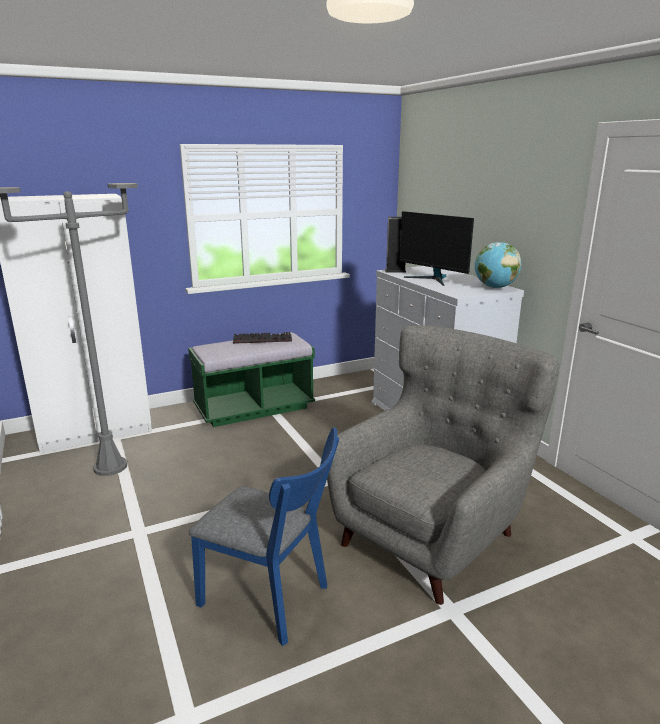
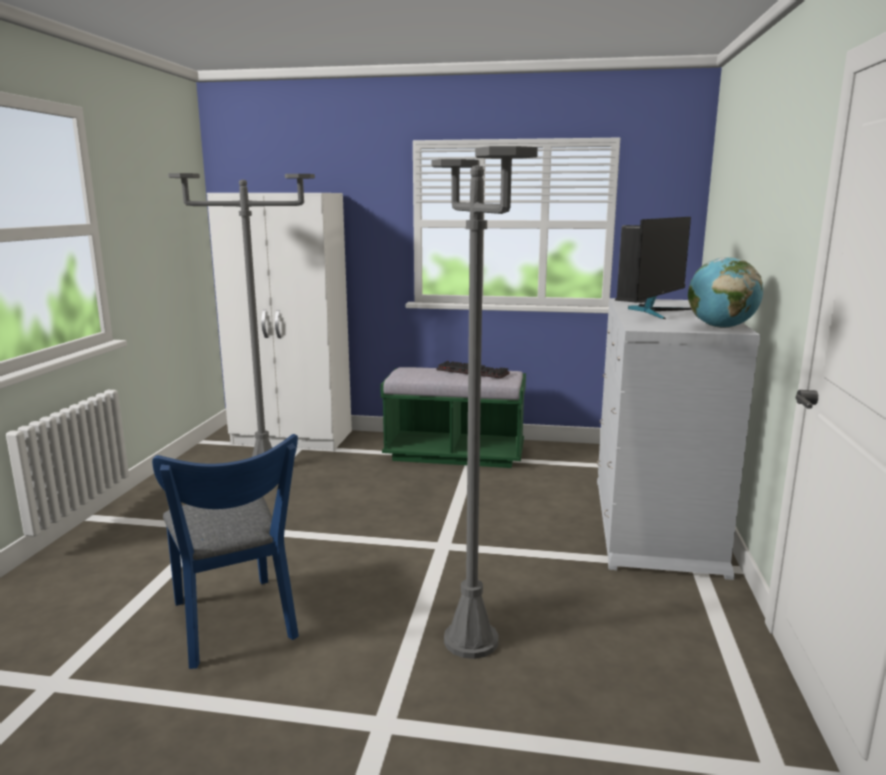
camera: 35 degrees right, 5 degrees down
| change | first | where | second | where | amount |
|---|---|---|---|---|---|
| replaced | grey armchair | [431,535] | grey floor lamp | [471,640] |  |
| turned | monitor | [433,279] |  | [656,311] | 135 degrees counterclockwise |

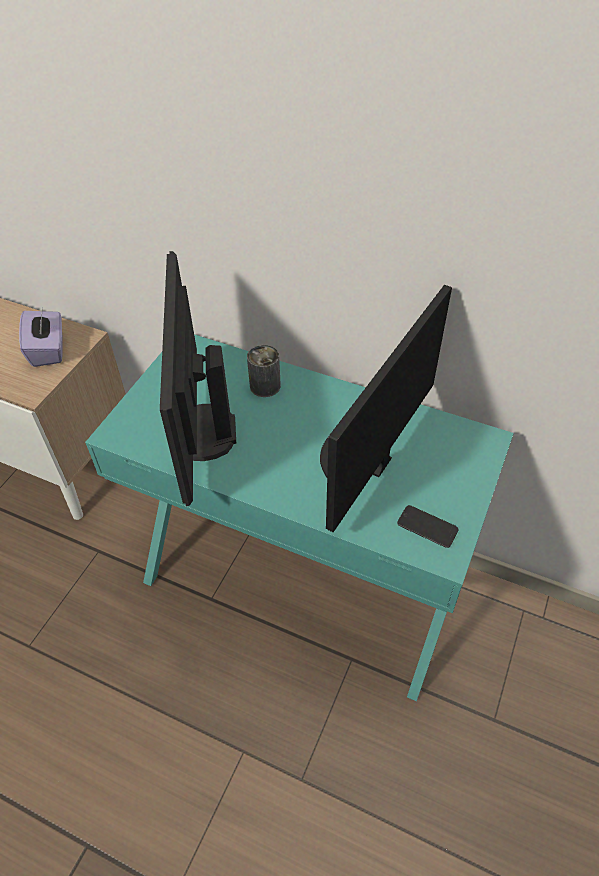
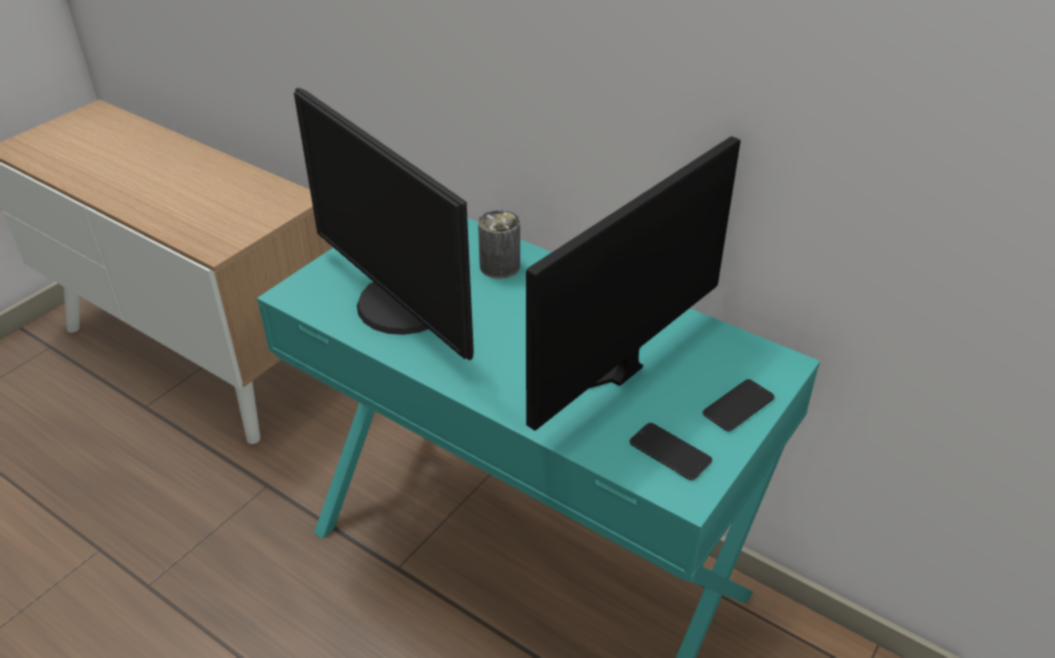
camera: 10 degrees right, 10 degrees down
| change | first | where | second | where | amount |
|---|---|---|---|---|---|
| removed | purple tissue box | [48,350] |  |  |  |
| added |  |  | phone | [738,406] |  |
| turned | monitor | [199,433] |  | [400,306] | 45 degrees counterclockwise |

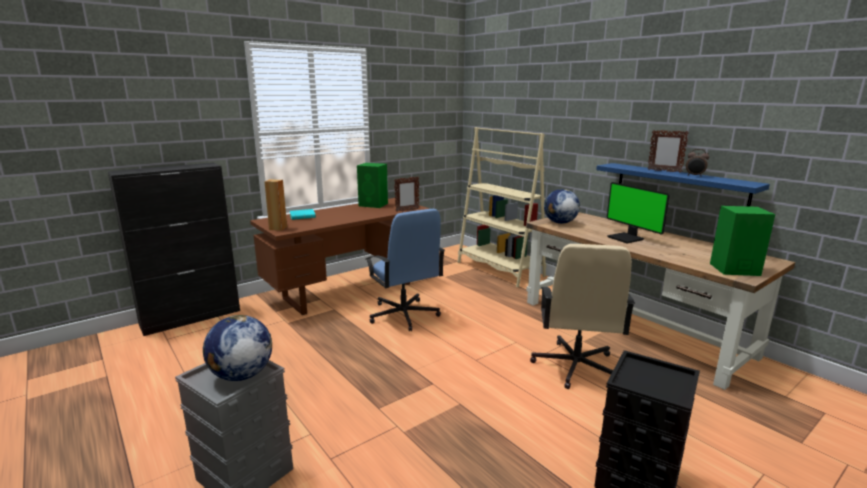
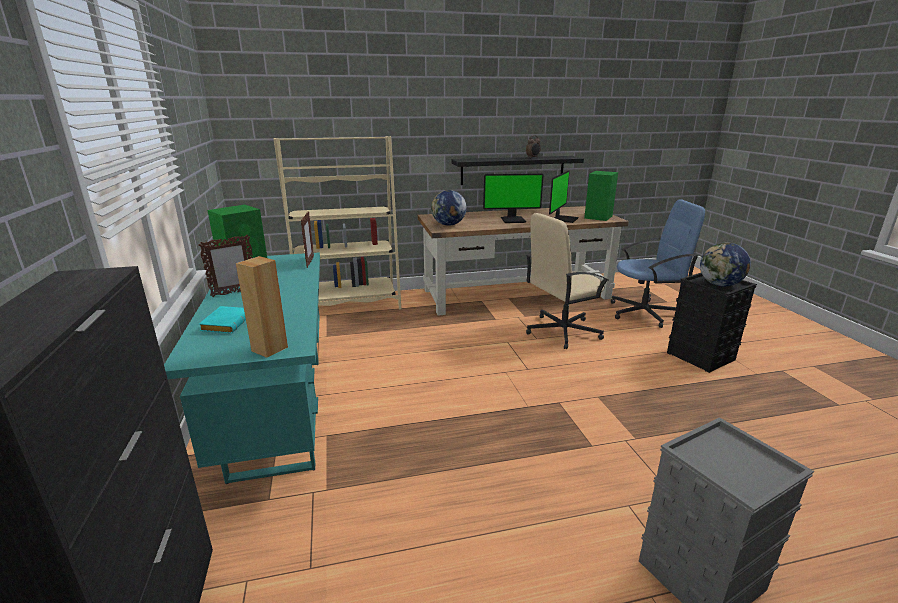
camera: 65 degrees left, 5 degrees up
| change | first | where | second | where | amount |
|---|---|---|---|---|---|
| added |  |  | monitor | [563,219] |  |
| moved | globe | [241,375] |  | [720,285] |  |
| moved | blue office chair | [403,315] |  | [644,313] |  |
| moved | picture frame | [664,171] |  | [234,292] |  |
| recoloured | brown desk | [348,290] | turquoise desk | [279,411] |  |
| recoloured | blue shelf | [679,187] | black shelf | [513,170] |  |
| turned | beige office chair | [575,366] |  | [561,331] | 120 degrees clockwise |

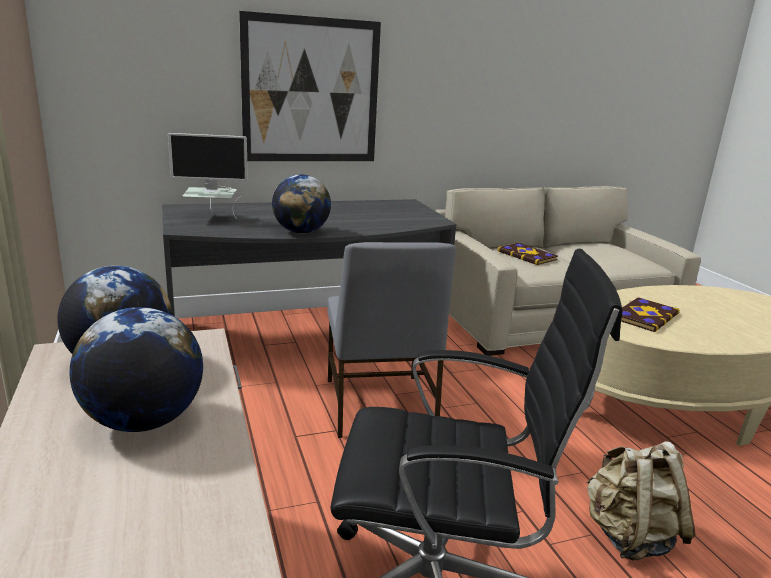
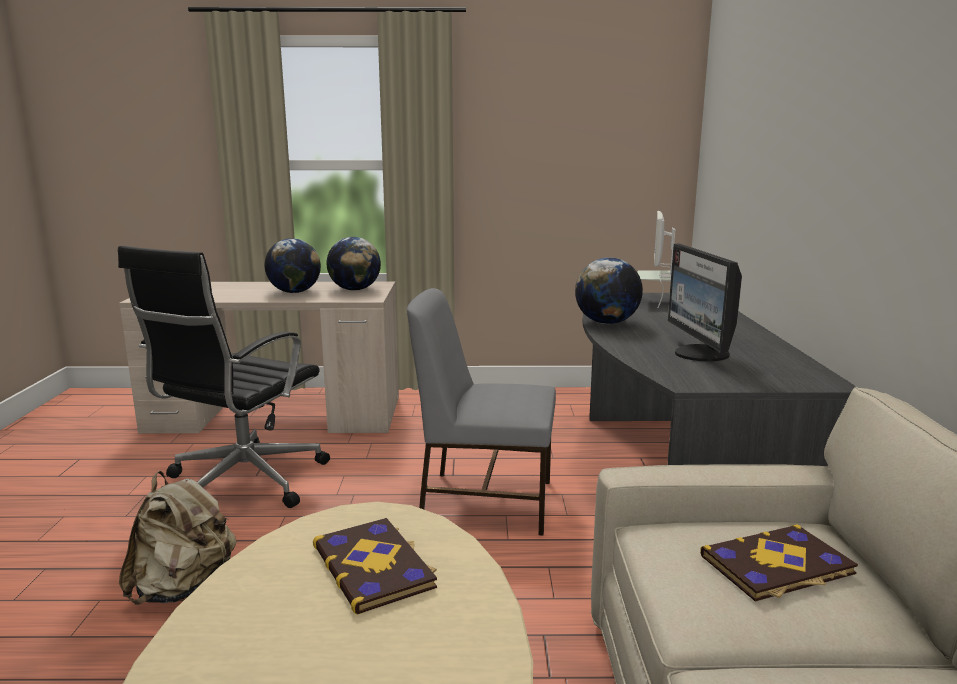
camera: 110 degrees right, 5 degrees down
| change | first | where | second | where | amount |
|---|---|---|---|---|---|
| removed | picture | [311,91] |  |  |  |
| added |  |  | monitor | [700,354] |  |

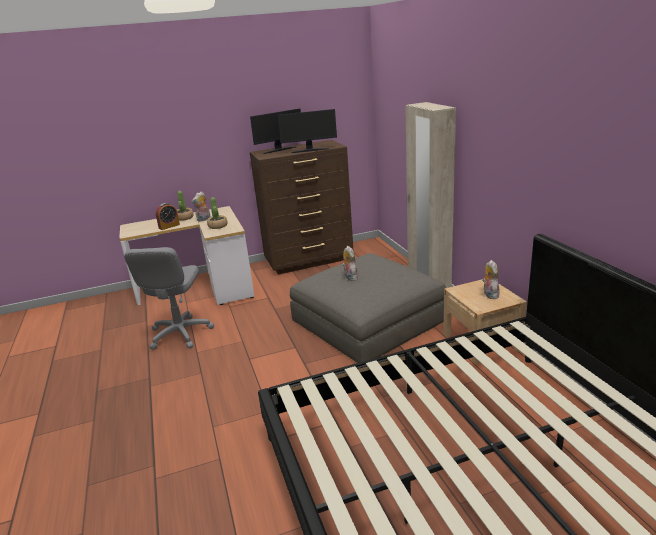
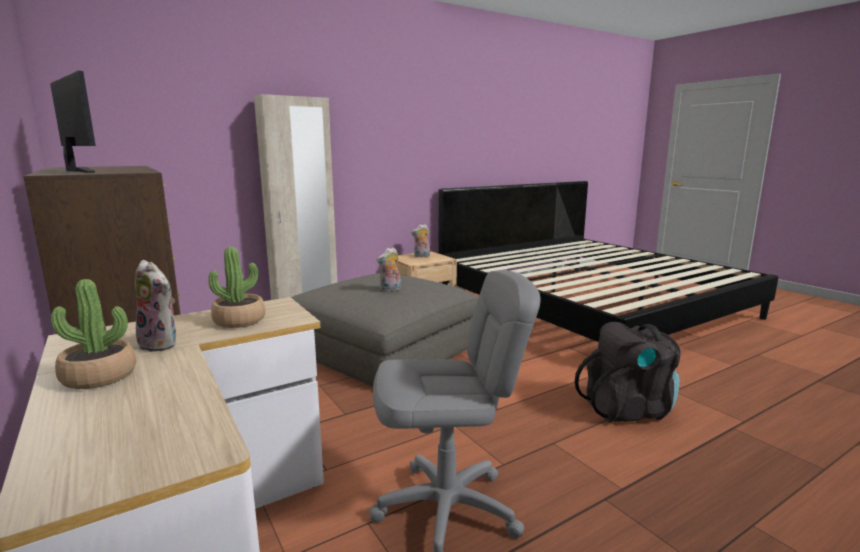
camera: 105 degrees left, 10 degrees down
| change | first | where | second | where | amount |
|---|---|---|---|---|---|
| removed | alarm clock | [169,226] |  |  |  |
| removed | monitor | [309,150] |  |  |  |
| added |  |  | black backpack | [628,409] |  |

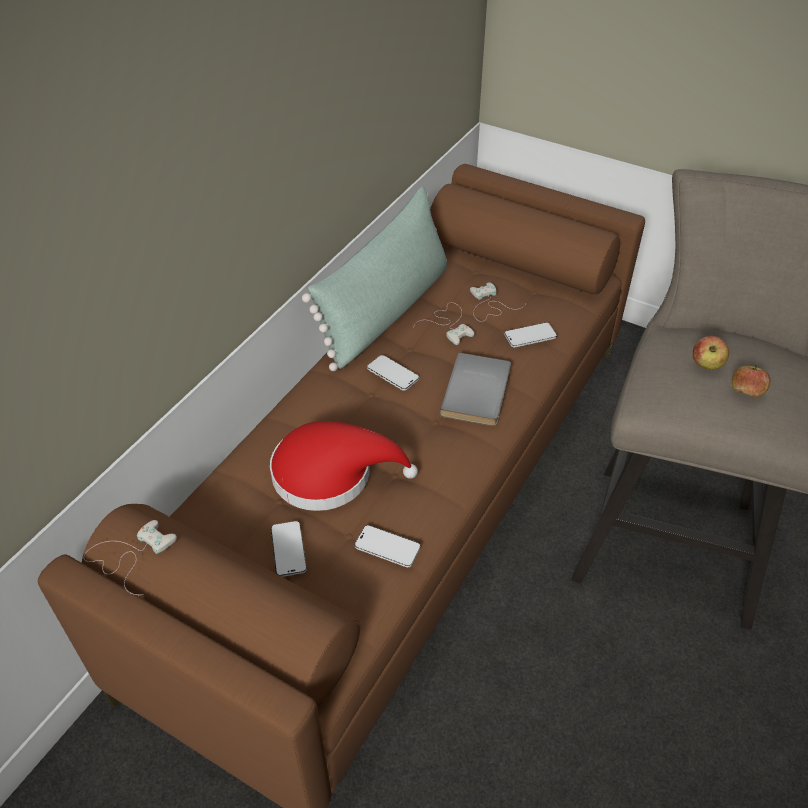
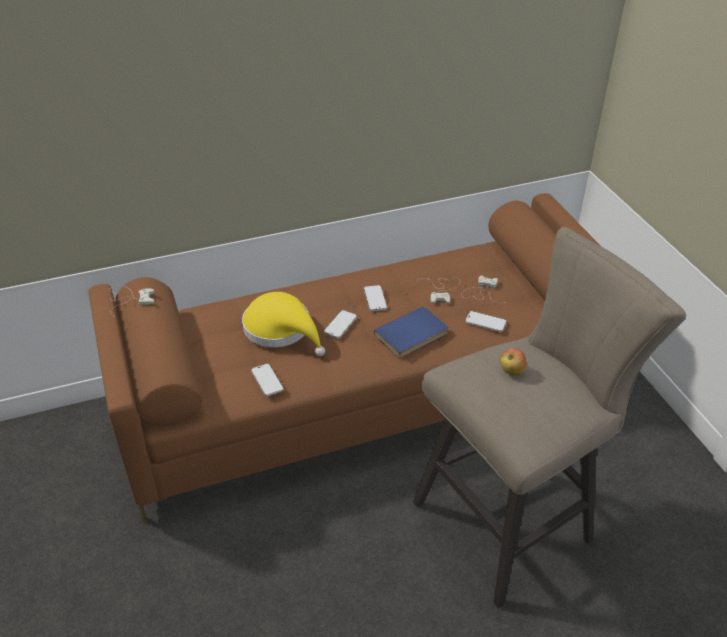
camera: 40 degrees right, 5 degrees down
| change | first | where | second | where | amount |
|---|---|---|---|---|---|
| removed | green pillow | [386,311] |  |  |  |
| removed | apple | [746,393] |  |  |  |
| moved | phone | [288,550] |  | [340,325] |  |
| recoloured | red hat | [331,473] | yellow hat | [281,330] |  |
| recoloured | grey book | [479,392] | blue book | [413,335] |  |

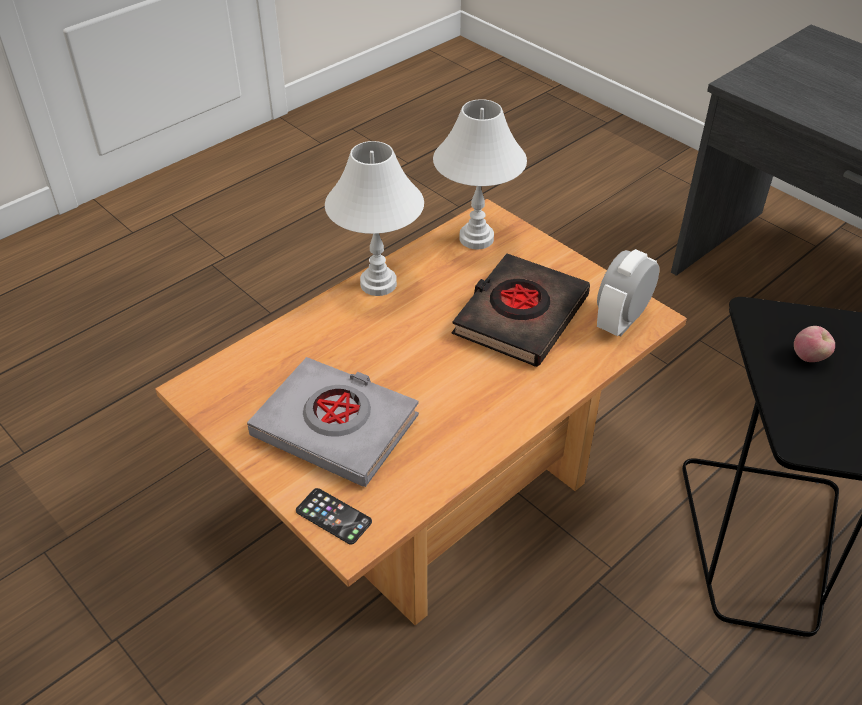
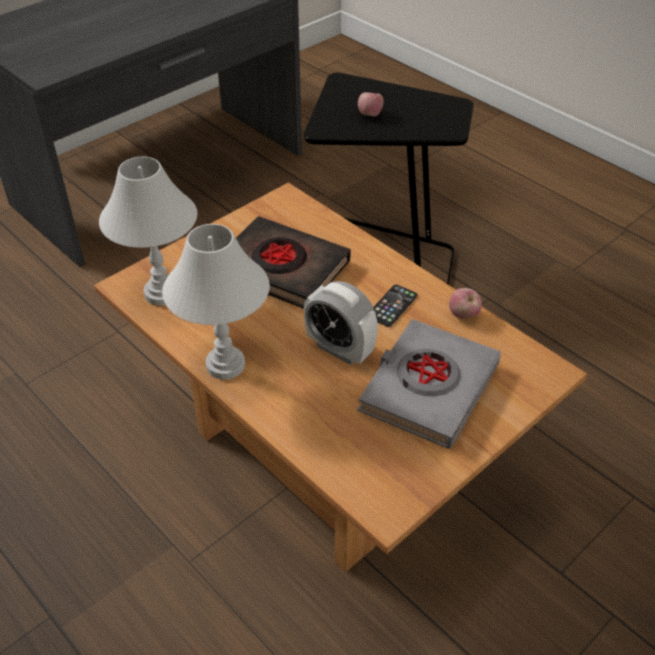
camera: 90 degrees left, 0 degrees up
| change | first | where | second | where | amount |
|---|---|---|---|---|---|
| added |  |  | apple | [463,315] |  |
| moved | phone | [333,516] |  | [392,306] |  |
| moved | alarm clock | [622,320] |  | [339,349] |  |

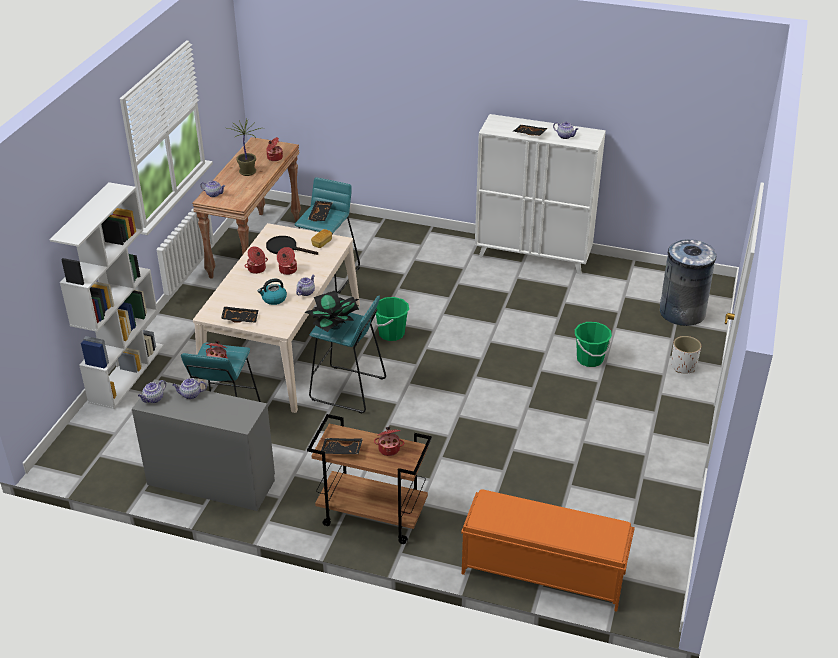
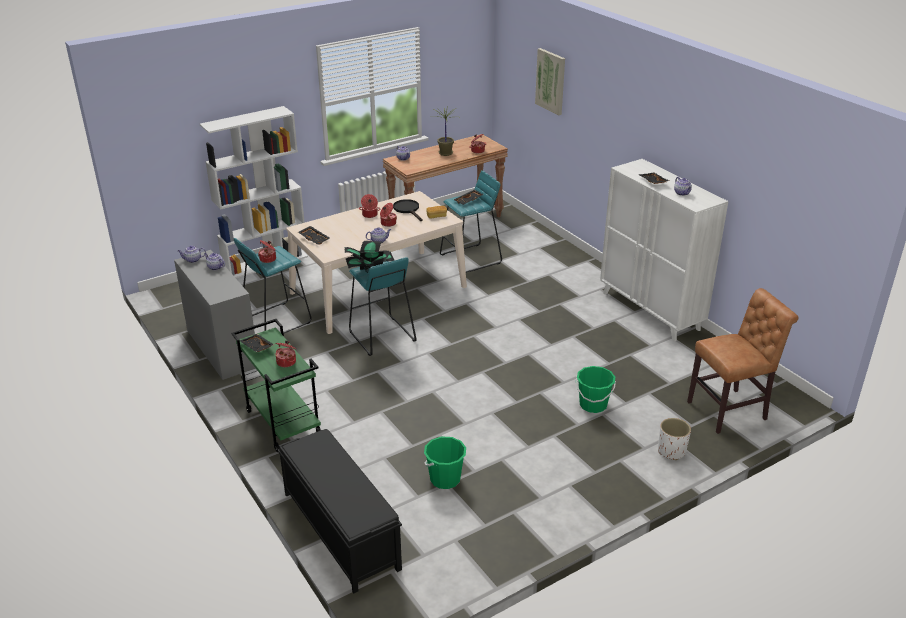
camera: 40 degrees right, 5 degrees down
| change | first | where | second | where | amount |
|---|---|---|---|---|---|
| removed | kettle | [274,299] |  |  |  |
| added |  |  | picture | [551,81] |  |
| moved | green bucket | [391,333] |  | [445,479] |  |
| replaced | grey trash can | [681,312] | brown chair | [730,410] |  |
| recoloured | brown cart | [371,516] | green cart | [282,423] |  |
| recoloured | orange bench | [542,572] | black bench | [340,530] |  |

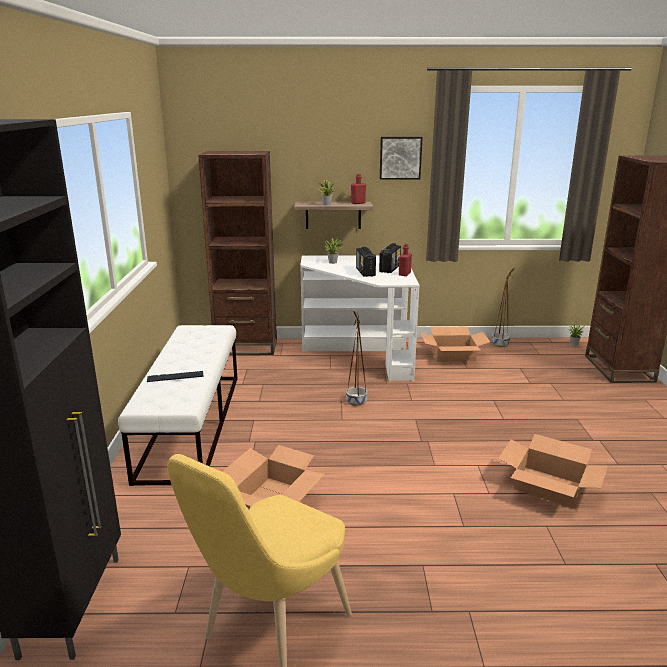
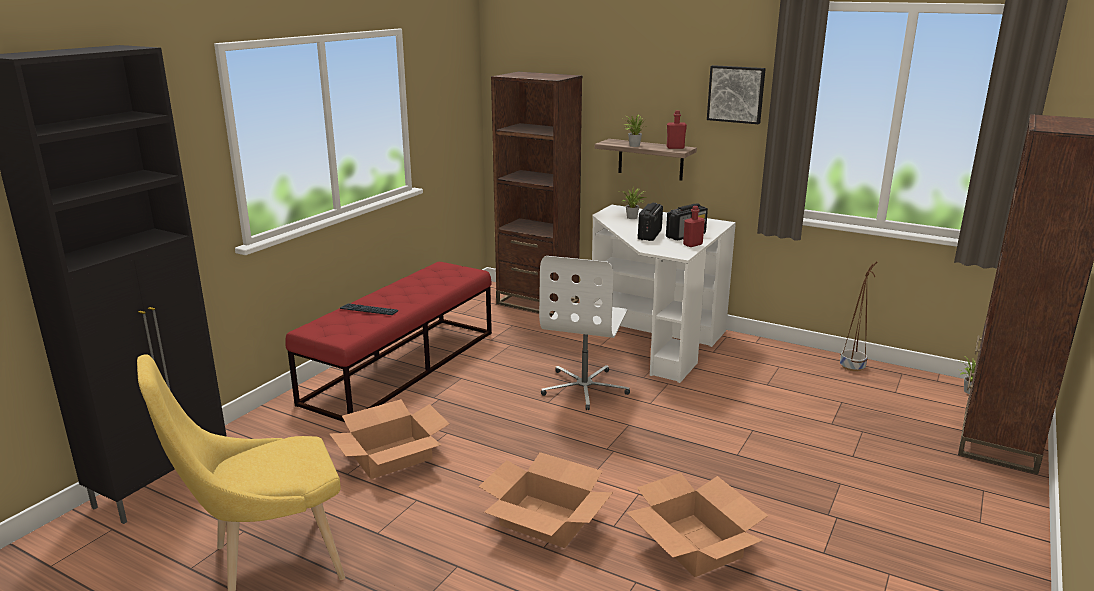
camera: 30 degrees right, 0 degrees up
| change | first | where | second | where | amount |
|---|---|---|---|---|---|
| moved | cardboard box | [453,355] |  | [545,520] |  |
| replaced | brown planter | [356,402] | white office chair | [585,388] |  |
| recoloured | white bench | [191,423] | red bench | [402,366] |  |

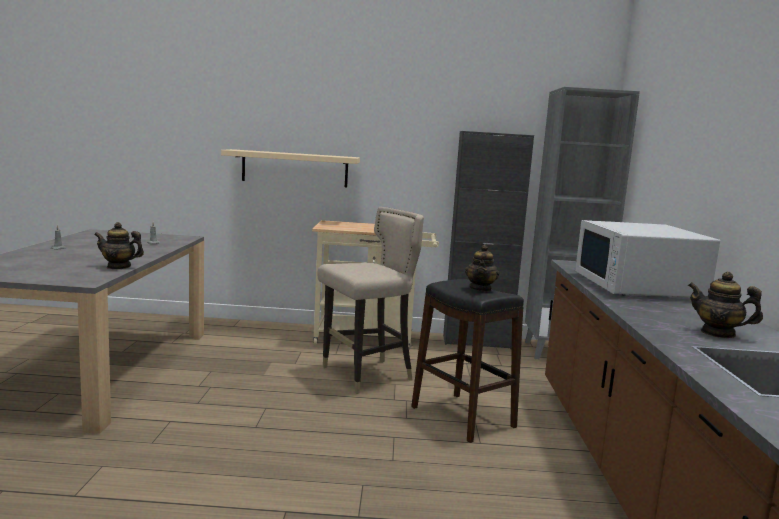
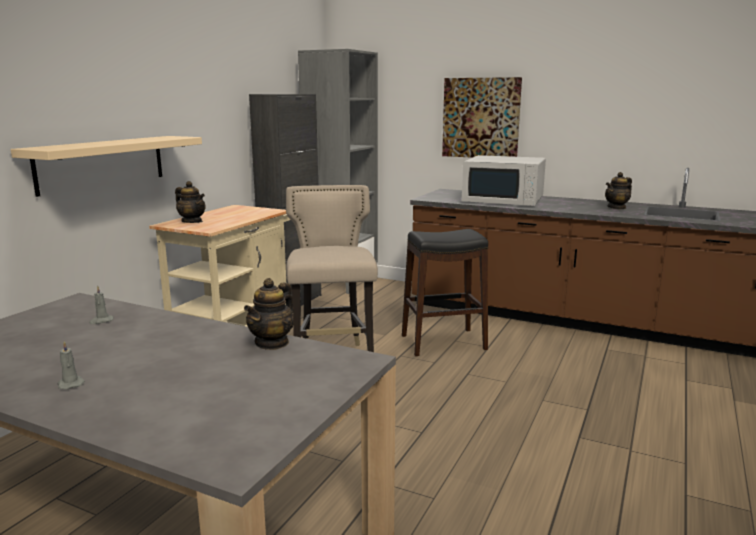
camera: 65 degrees left, 5 degrees up
| change | first | where | second | where | amount |
|---|---|---|---|---|---|
| added |  |  | picture | [481,118] |  |
| moved | teapot | [481,289] |  | [192,221] |  |

